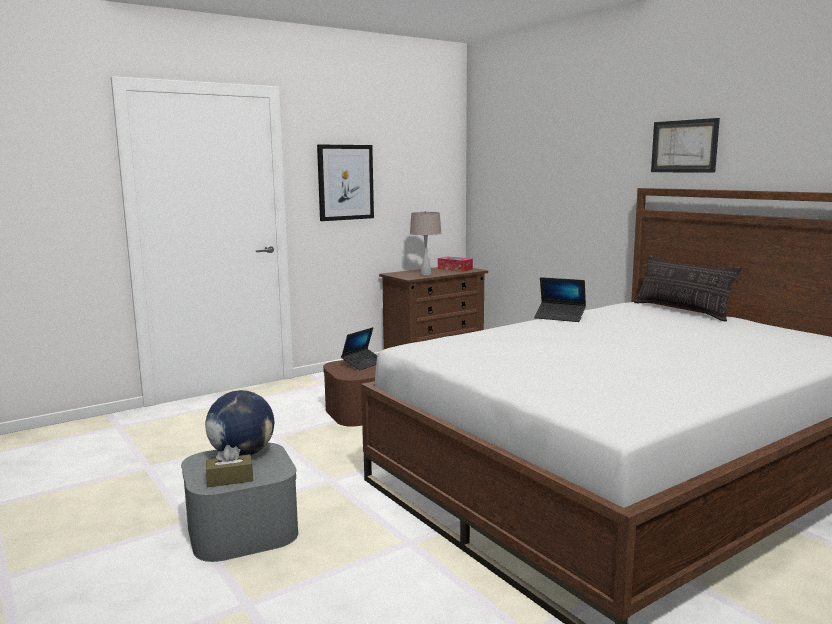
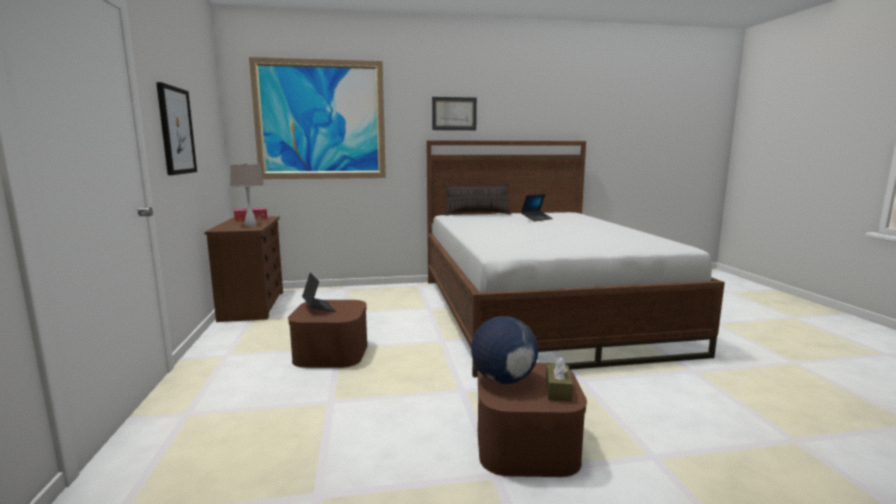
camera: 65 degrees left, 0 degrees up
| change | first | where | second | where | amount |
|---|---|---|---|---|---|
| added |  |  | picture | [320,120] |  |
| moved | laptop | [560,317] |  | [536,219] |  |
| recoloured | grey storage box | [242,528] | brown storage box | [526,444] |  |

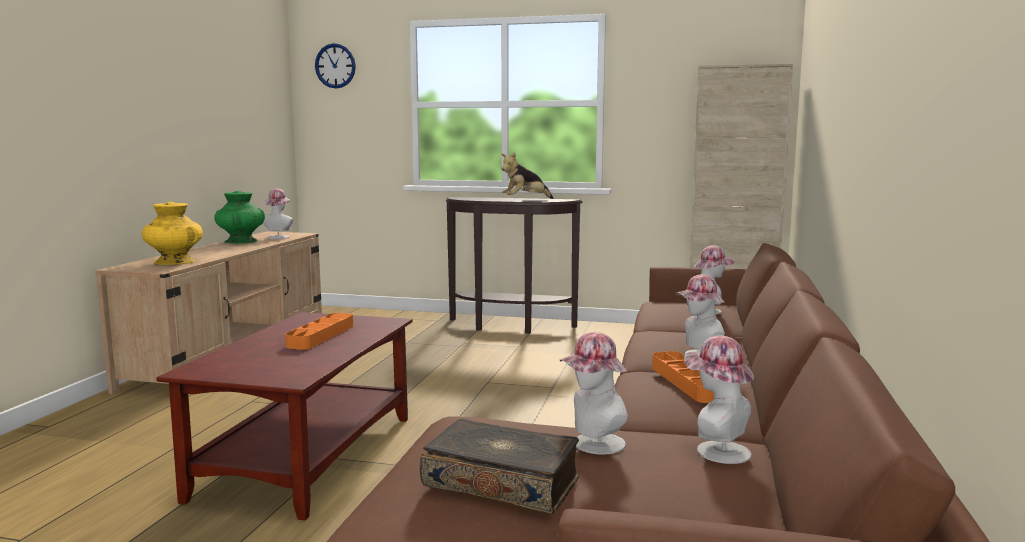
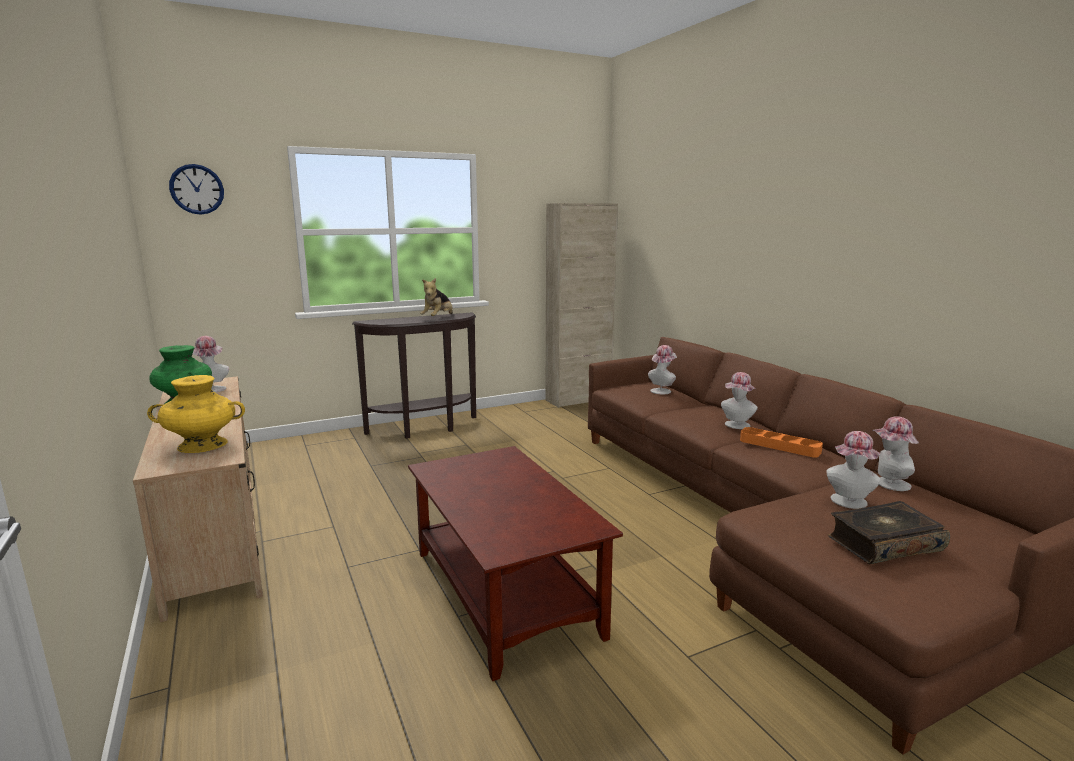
camera: 40 degrees left, 5 degrees up
| change | first | where | second | where | amount |
|---|---|---|---|---|---|
| removed | orange tray | [321,336] |  |  |  |

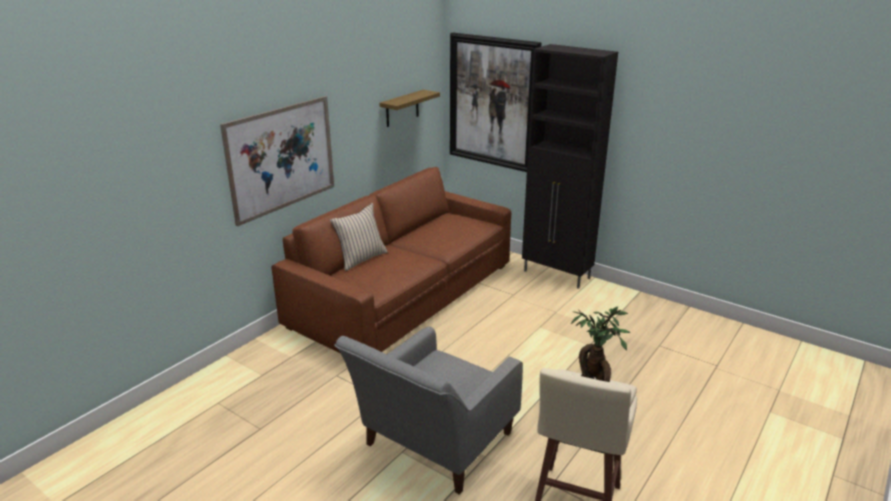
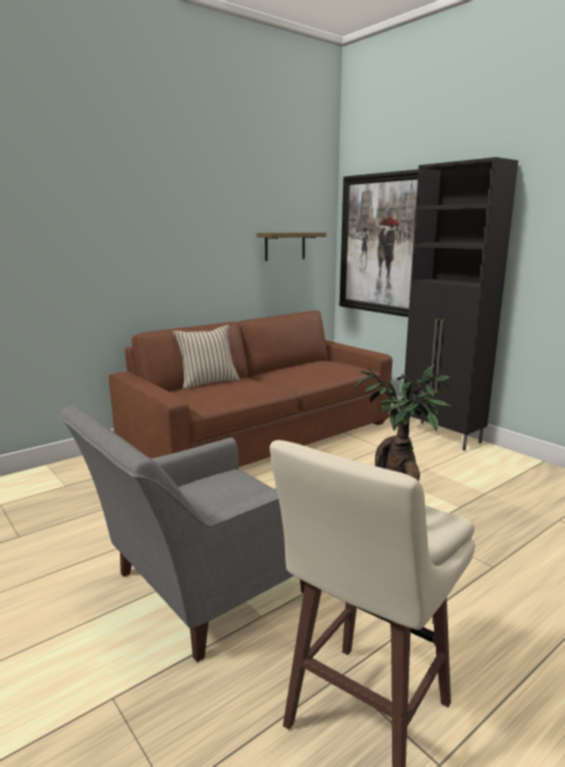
camera: 15 degrees right, 10 degrees down
| change | first | where | second | where | amount |
|---|---|---|---|---|---|
| removed | picture | [282,158] |  |  |  |

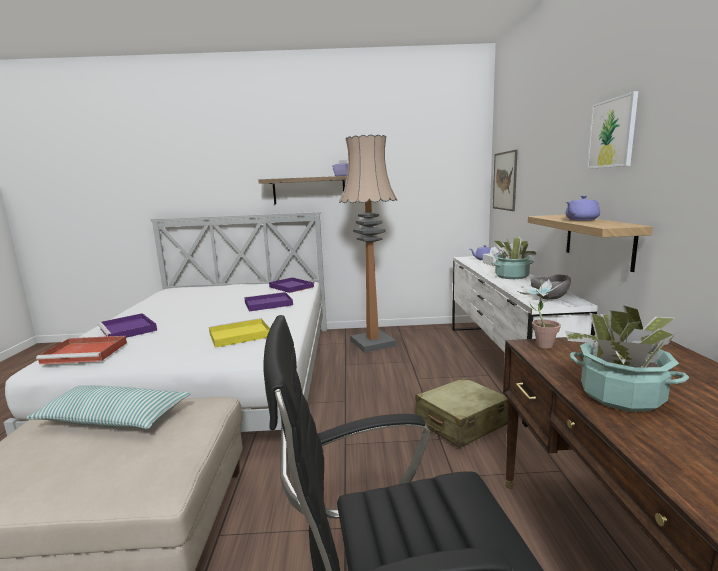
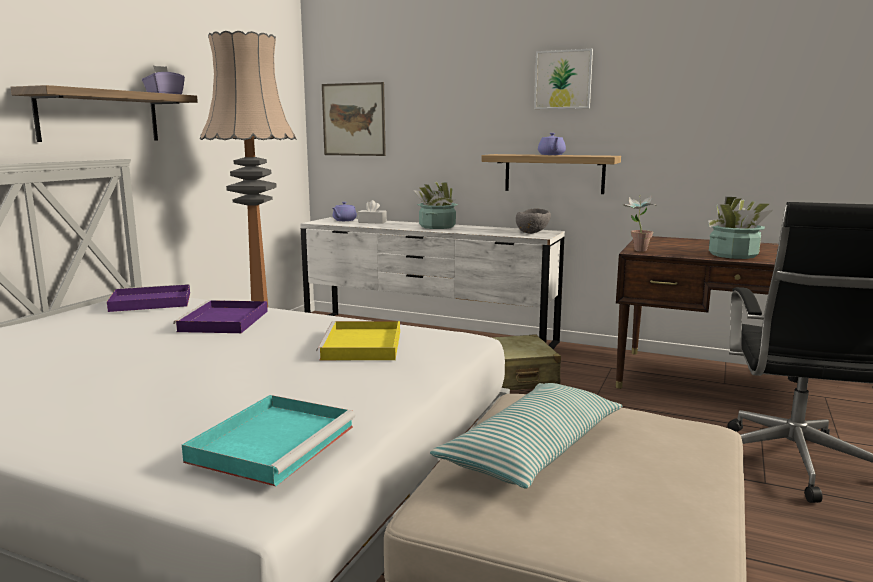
camera: 65 degrees left, 0 degrees up
| change | first | where | second | where | amount |
|---|---|---|---|---|---|
| removed | purple tray | [129,329] |  |  |  |
| recoloured | red tray | [87,352] | turquoise tray | [274,442] |  |

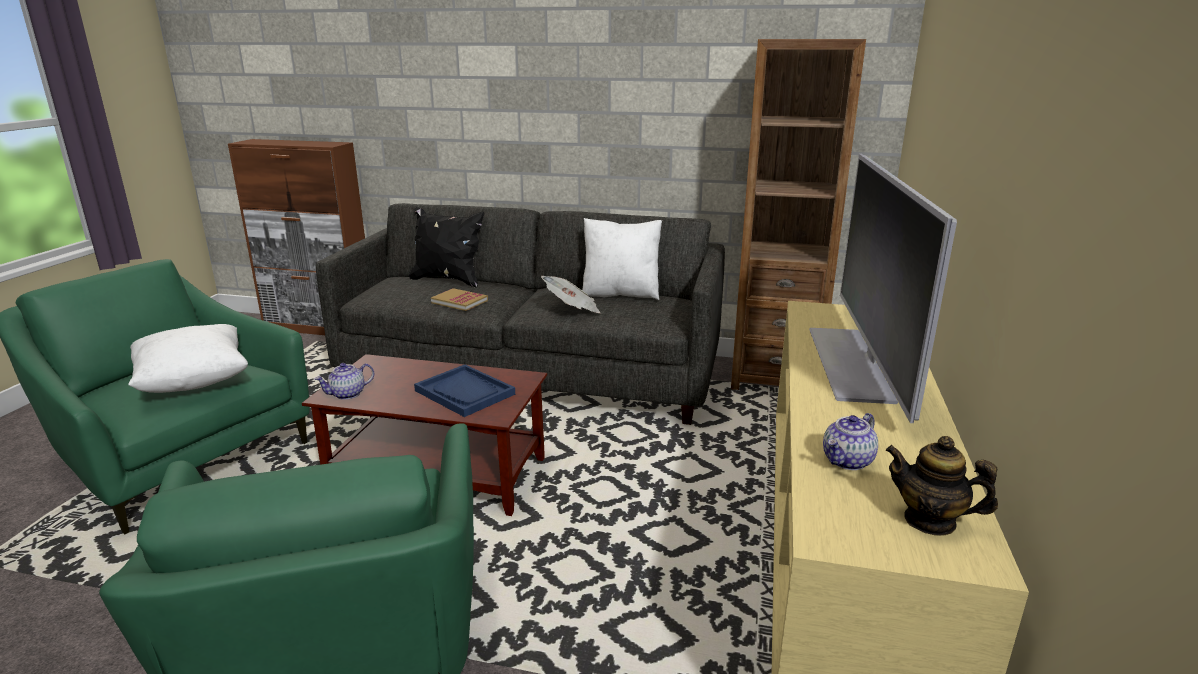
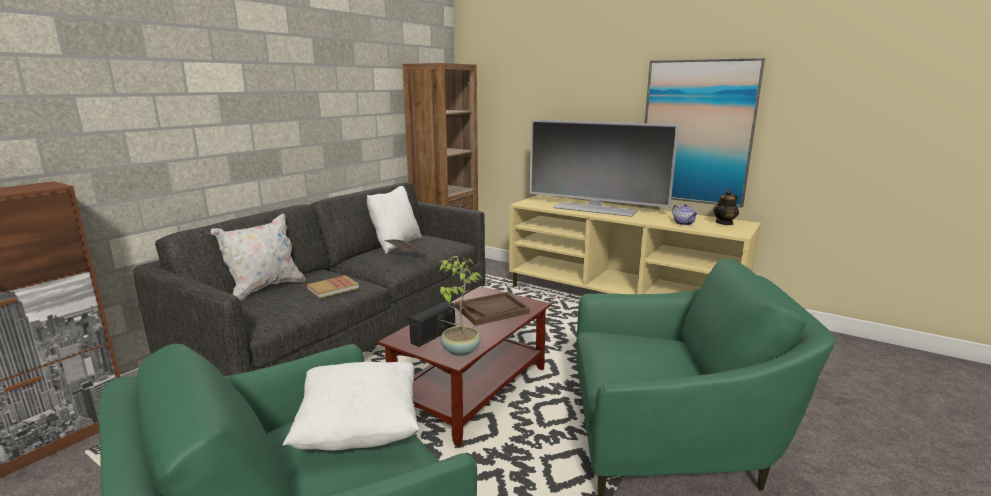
camera: 70 degrees left, 5 degrees down
| change | first | where | second | where | amount |
|---|---|---|---|---|---|
| added |  |  | radio | [433,335] |  |
| added |  |  | picture | [696,132] |  |
| replaced | teapot | [347,394] | potted plant | [459,350] |  |
| recoloured | black pillow | [448,280] | white pillow | [265,288] |  |
| recoloured | blue tray | [465,392] | brown tray | [492,310] |  |

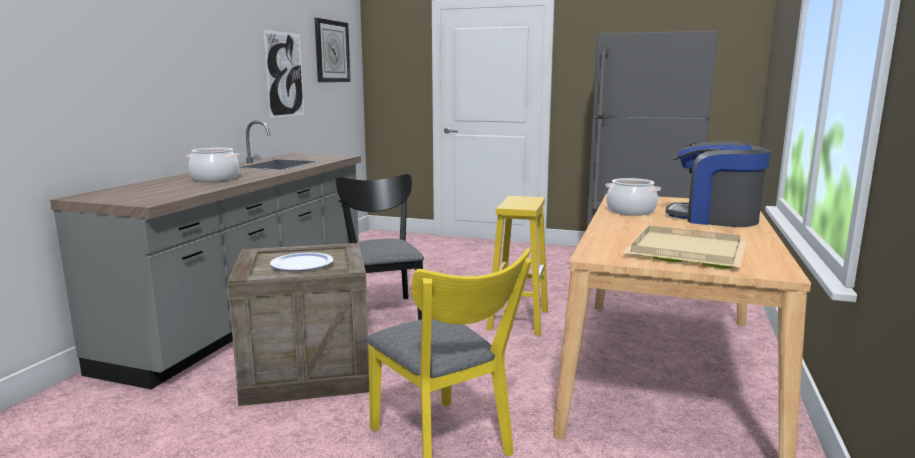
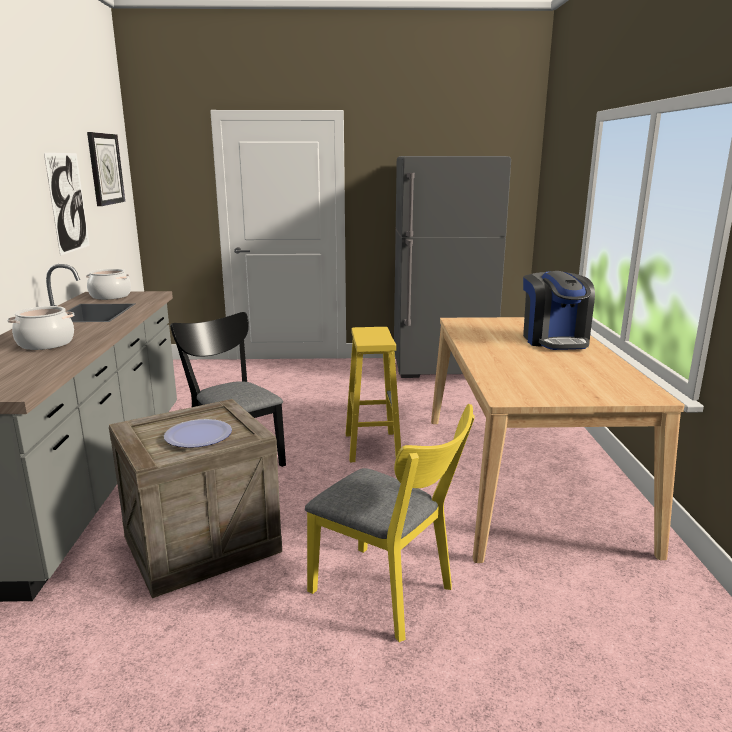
camera: 20 degrees left, 5 degrees up
| change | first | where | second | where | amount |
|---|---|---|---|---|---|
| removed | beige tray | [684,250] |  |  |  |
| moved | cooking pot | [631,211] |  | [111,296] |  |
| turned | coffee machine | [714,218] |  | [554,340] | 105 degrees counterclockwise |

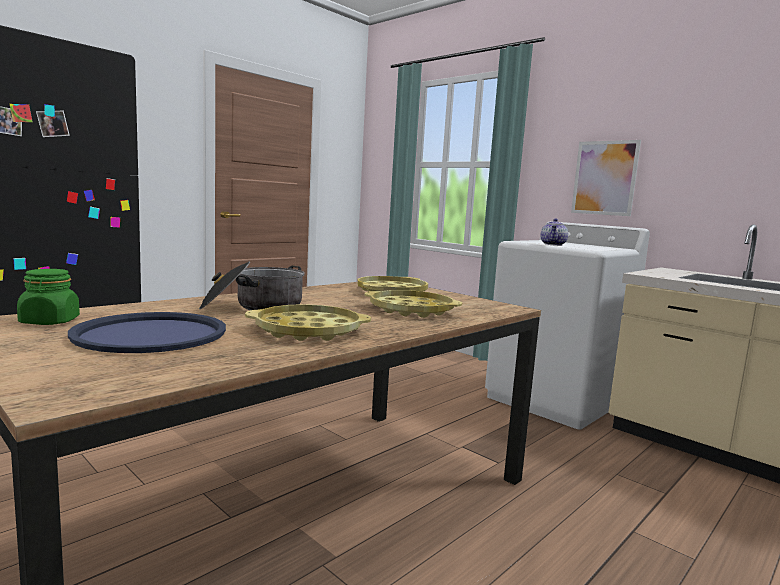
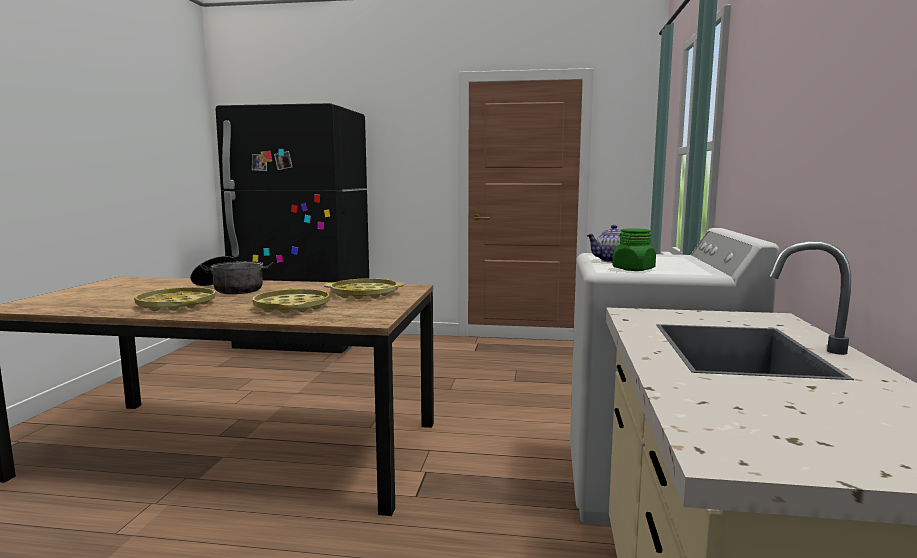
camera: 55 degrees right, 0 degrees up
| change | first | where | second | where | amount |
|---|---|---|---|---|---|
| removed | blue tray | [151,334] |  |  |  |
| removed | picture | [604,178] |  |  |  |
| moved | green jar | [50,321] |  | [633,269] |  |

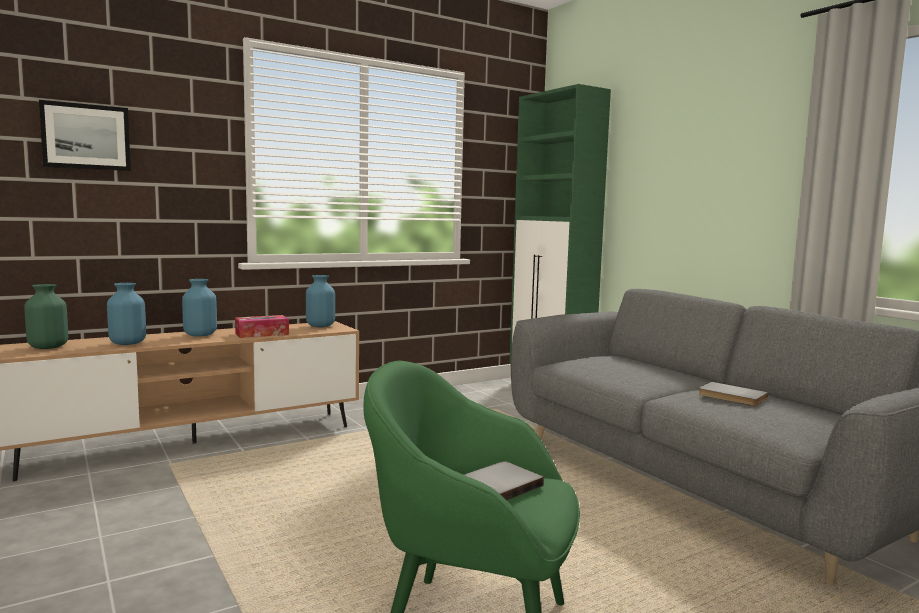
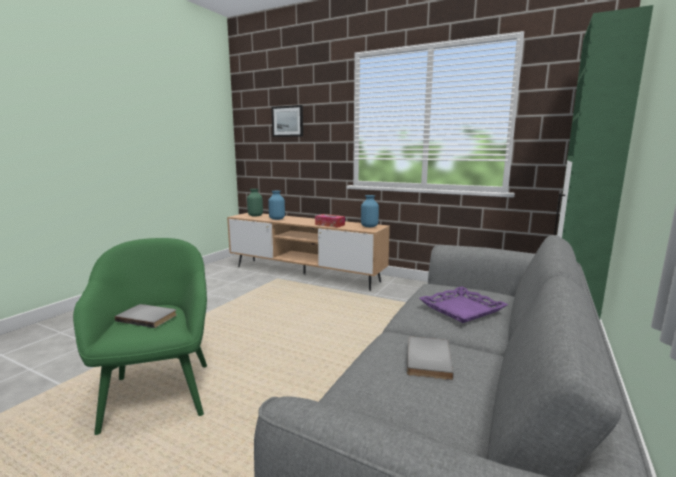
camera: 60 degrees right, 5 degrees up
| change | first | where | second | where | amount |
|---|---|---|---|---|---|
| removed | blue vase | [200,335] |  |  |  |
| added |  |  | purple tray | [462,309] |  |

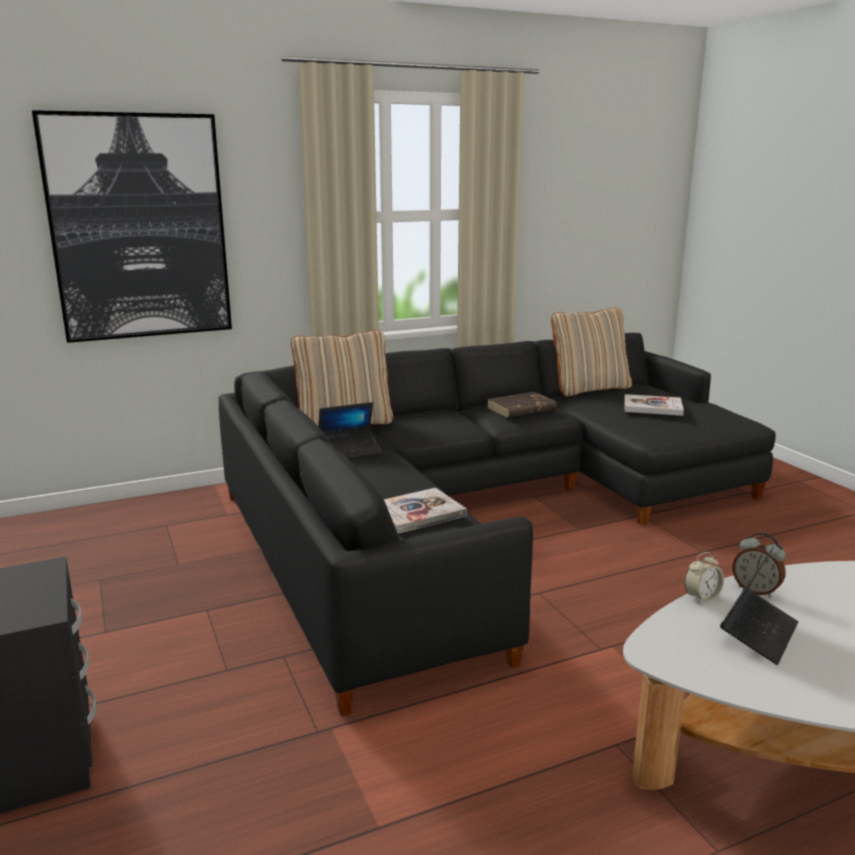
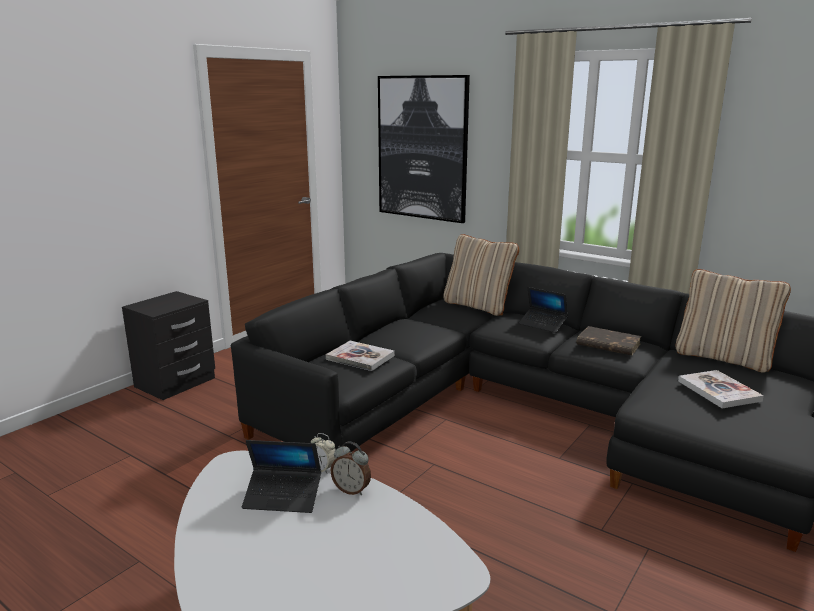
camera: 60 degrees right, 0 degrees up
| change | first | where | second | where | amount |
|---|---|---|---|---|---|
| moved | laptop | [349,451] |  | [542,324] |  |
| turned | alarm clock | [755,590] |  | [352,490] | 75 degrees counterclockwise |

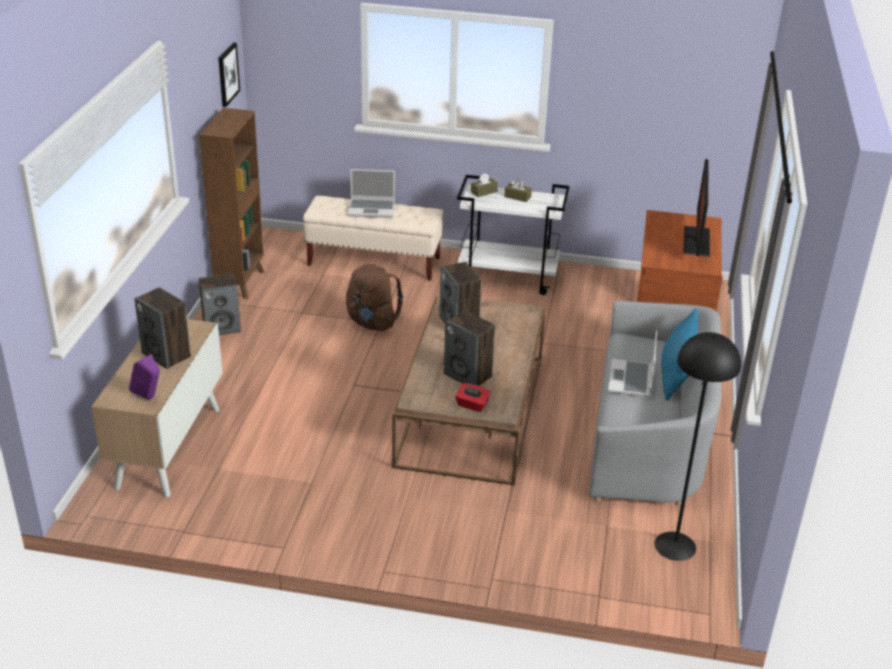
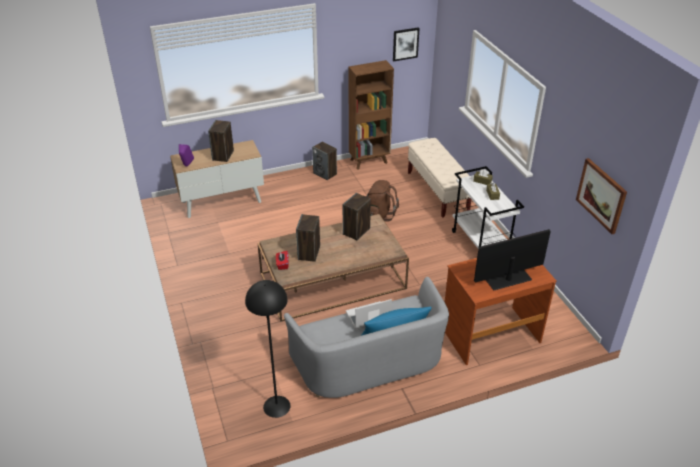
camera: 60 degrees right, 5 degrees up
| change | first | where | second | where | amount |
|---|---|---|---|---|---|
| removed | laptop | [372,209] |  |  |  |
| added |  |  | picture | [601,195] |  |

